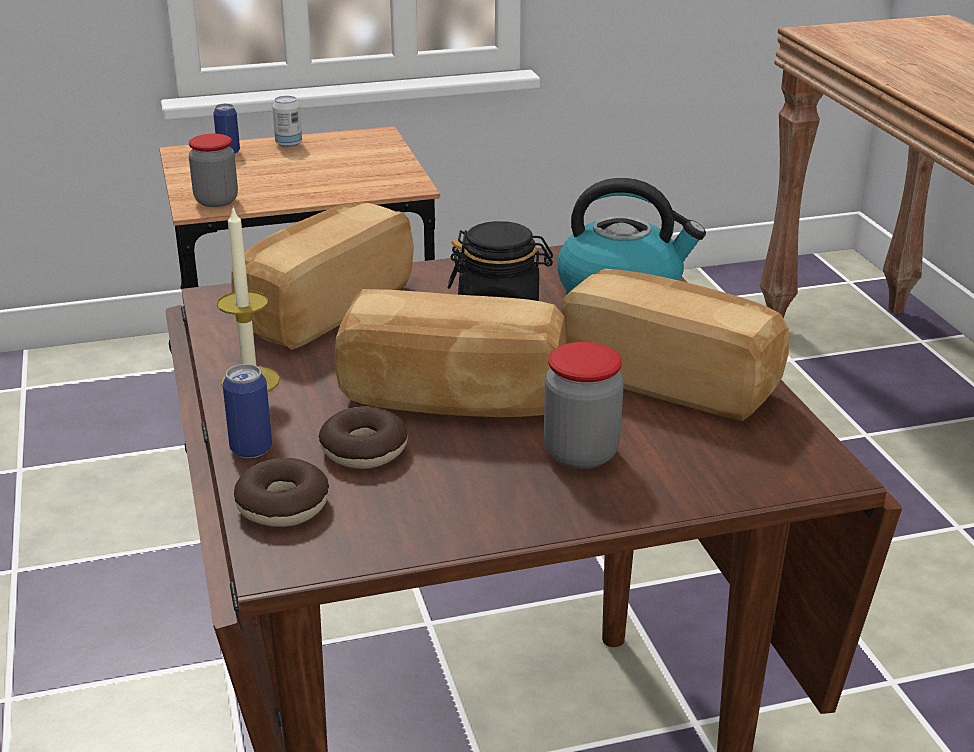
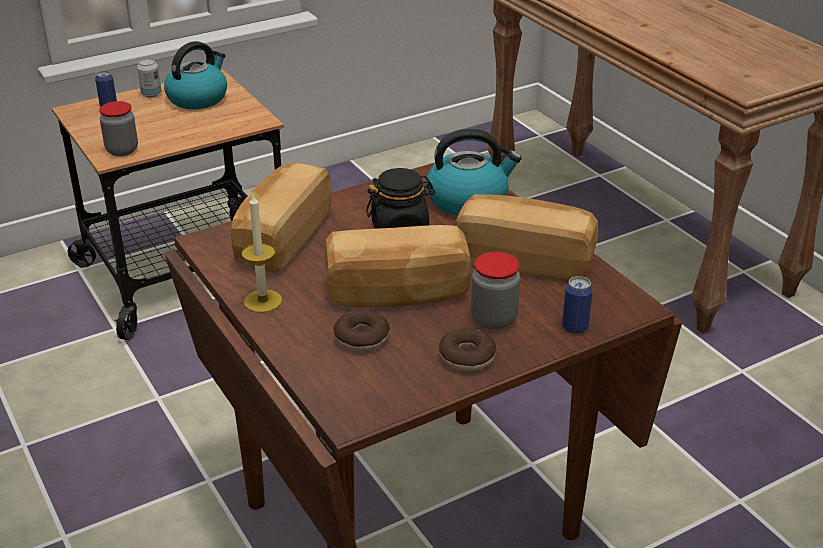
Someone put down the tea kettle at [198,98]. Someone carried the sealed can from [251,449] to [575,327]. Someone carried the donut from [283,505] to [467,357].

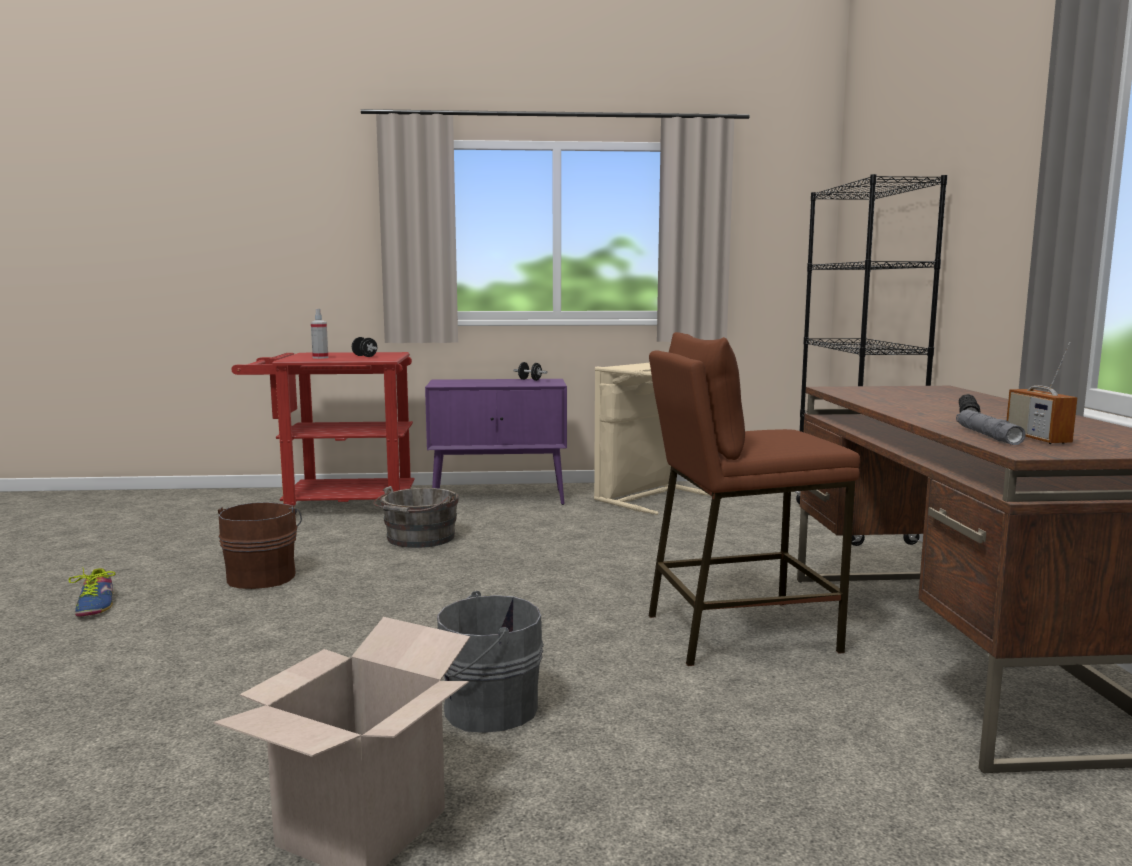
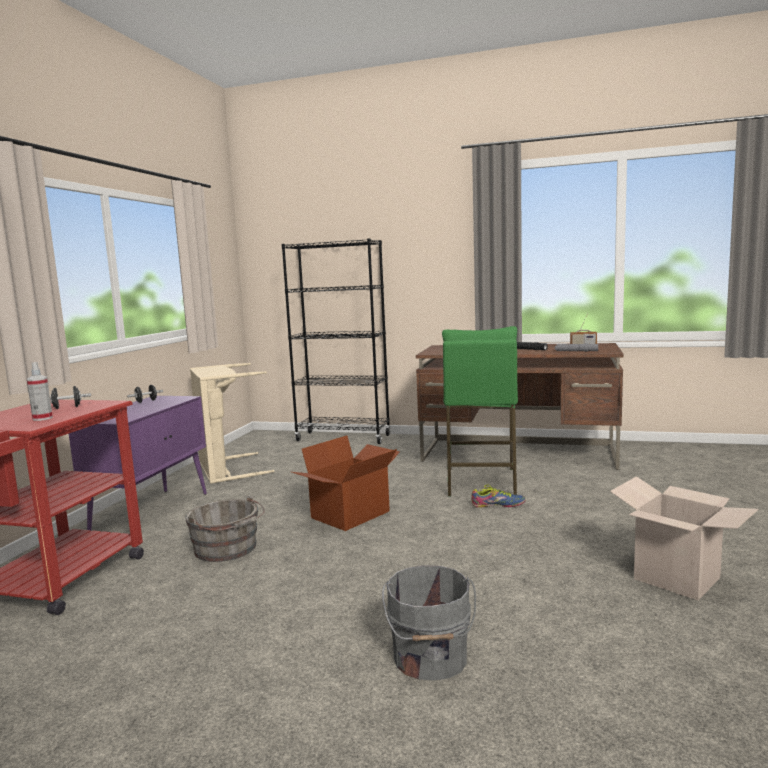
Someone took away the brown water bucket at [263,576]. Someone put down the carton at [351,515]. Someone carried the item of footwear from [96,605] to [497,504]. Someone carried the greyish water bucket from [485,708] to [430,659]. Someone repainted the brown stool seat at [739,632], which became the green stool seat at [480,482].

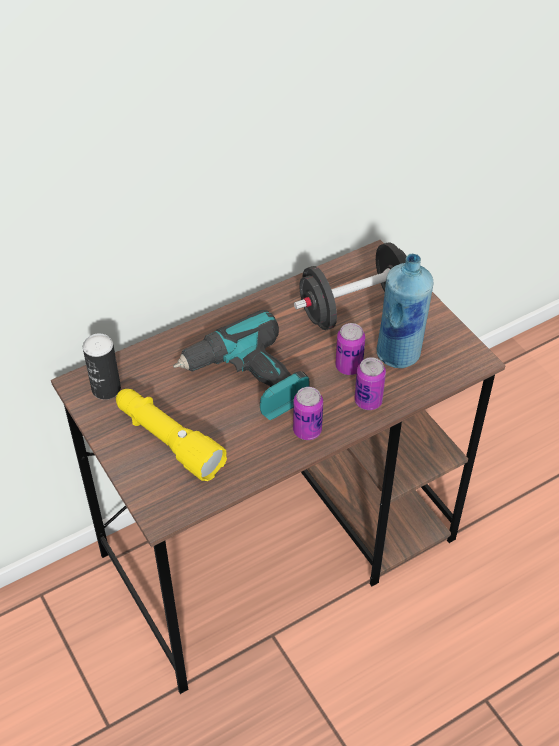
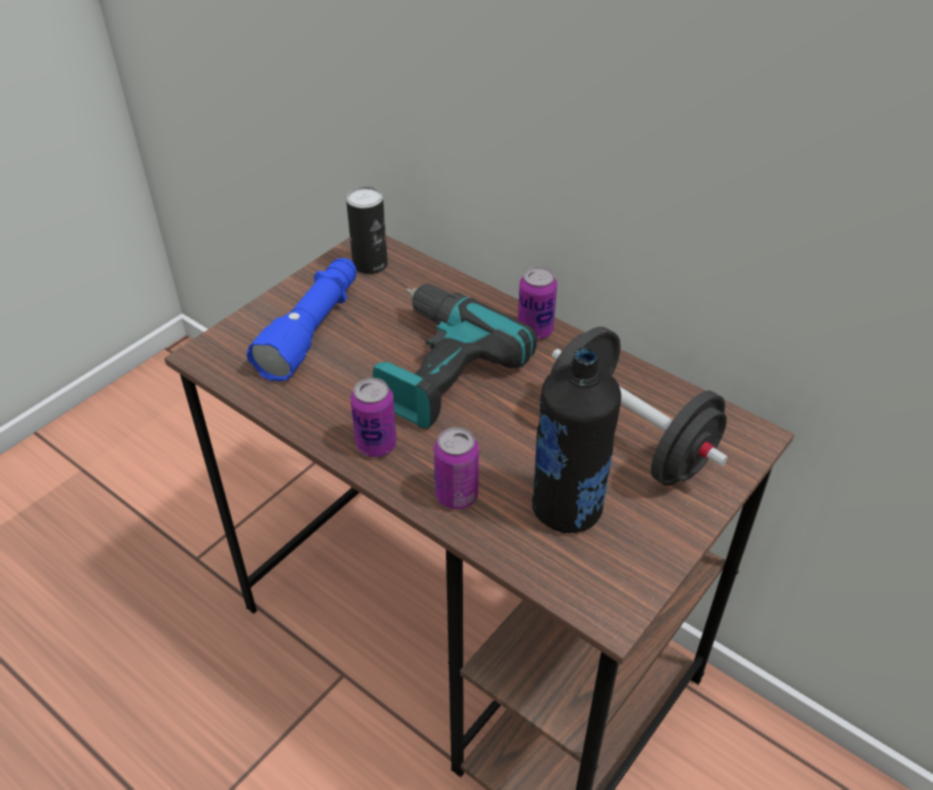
Someone carried the sealed can from [348,366] to [535,330]. Someone repainted the yellow flashlight at [168,441], which became the blue-coloured flashlight at [312,330]. Someone repainted the blue-coloured bottle at [399,354], which became the black-coloured bottle at [567,510].

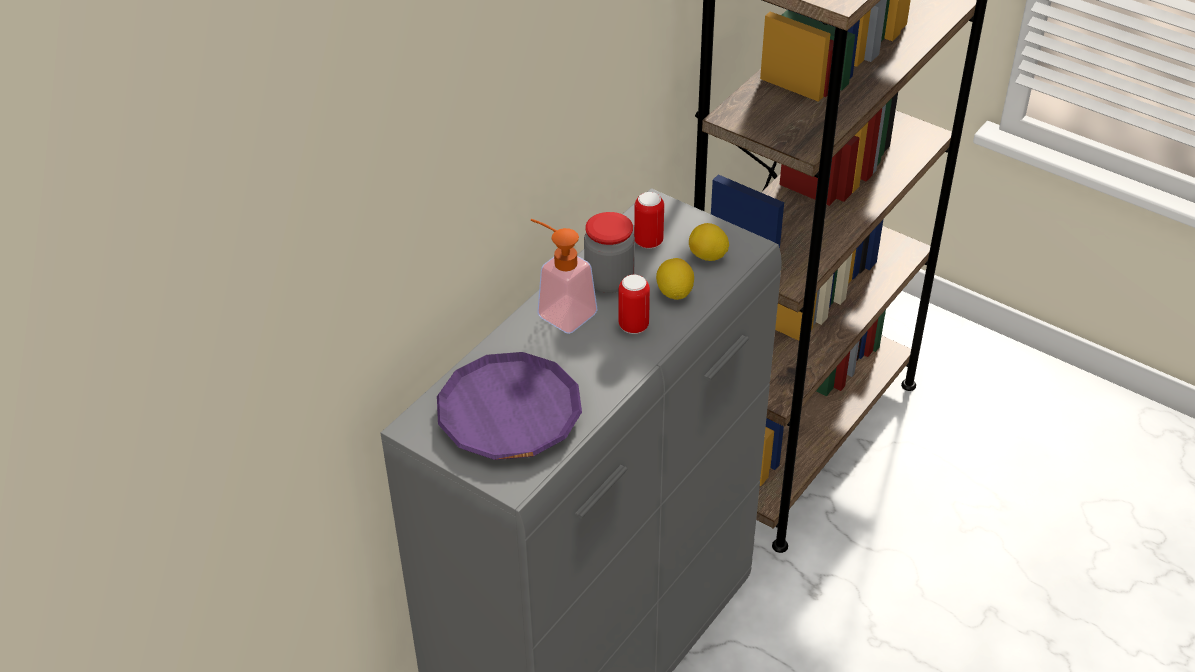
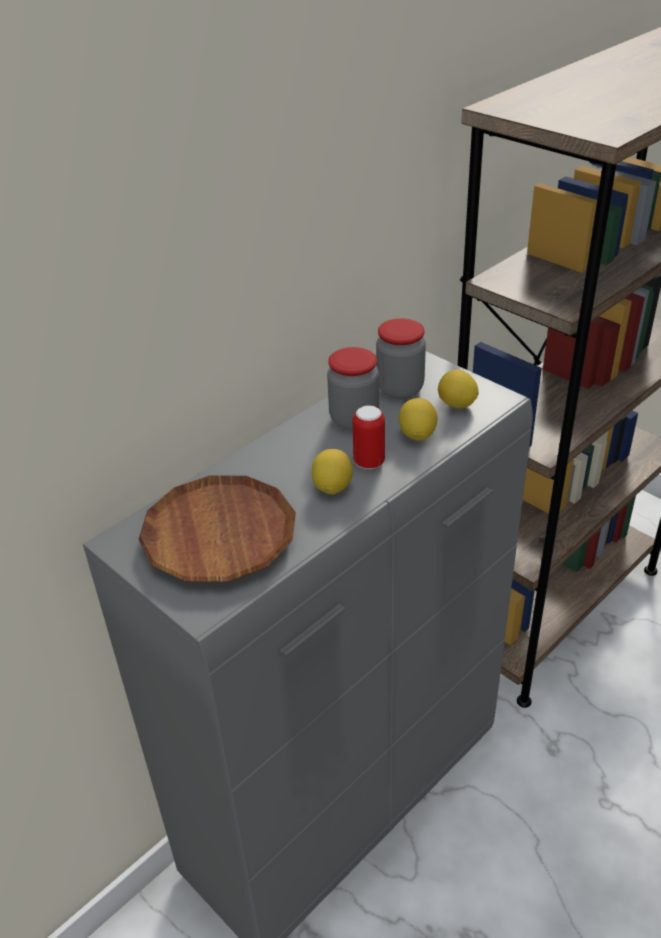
Someone took away the soap dispenser at [559,310]. Someone put down the whole lemon at [332,487]. Someone swapped the sealed can at [648,242] for the storage jar at [400,388]. Someone repainted the purple-coloured dinner plate at [509,413], which became the brown dinner plate at [219,536].

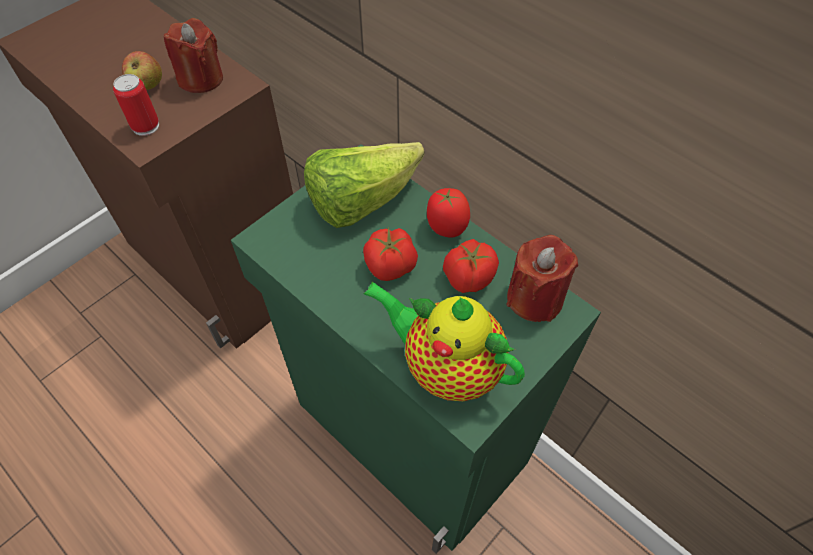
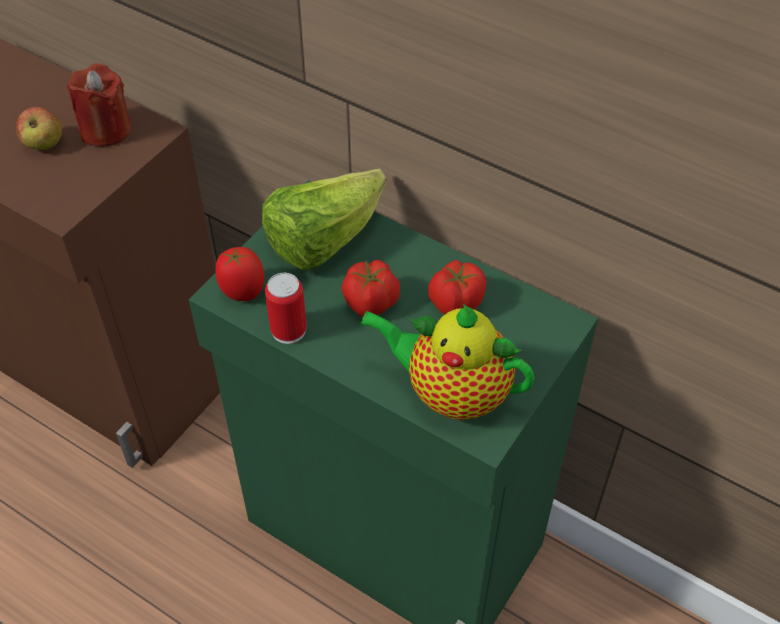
Someone took away the reddish candle at [534,298]. Someone carried the sealed can from [145,126] to [288,330]. Someone carried the fresh tomato from [446,228] to [242,291].

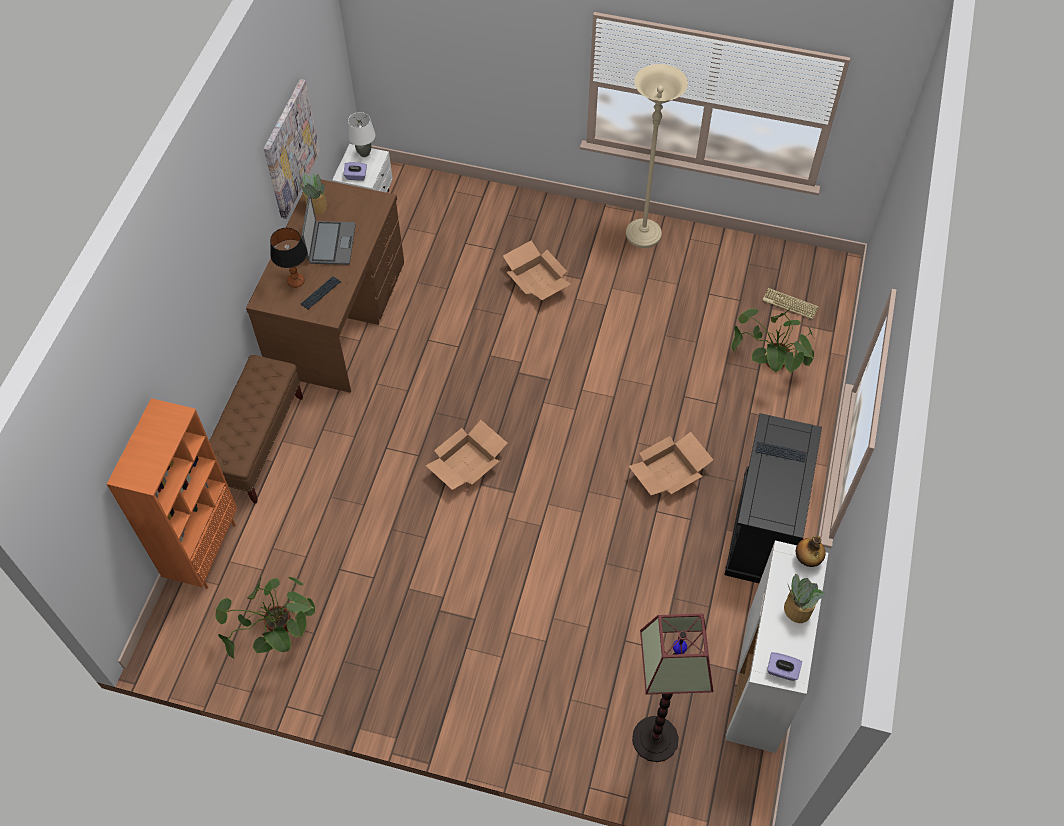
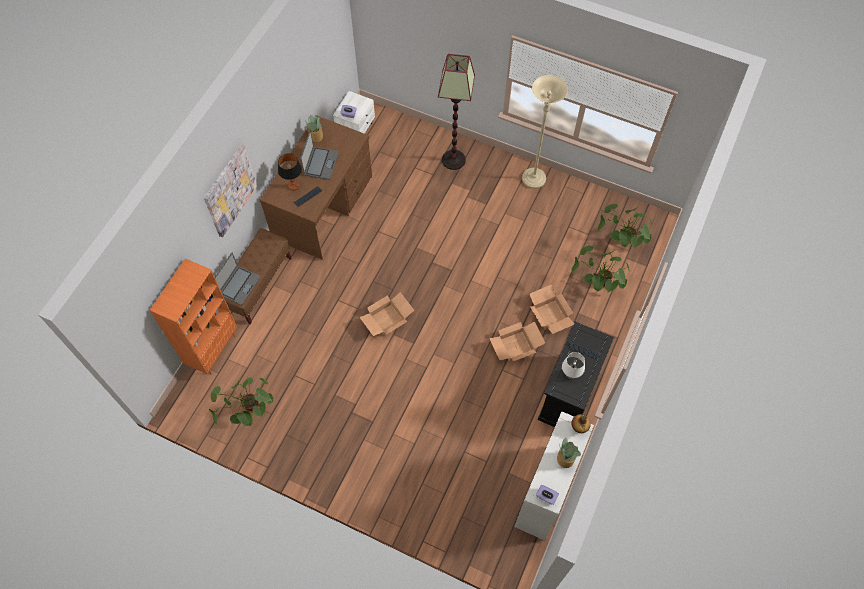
Someone put down the portable computer at [239,285]. Someone carried the picture from [290,149] to [229,190]. Someone carried the white-coloured lamp for a table from [364,153] to [570,375]. Someone carried the carton from [537,282] to [550,315]. Someone carried the standing lamp from [655,739] to [453,160]. Someone swapped the computer keyboard at [789,304] for the plant in a pot at [621,242].

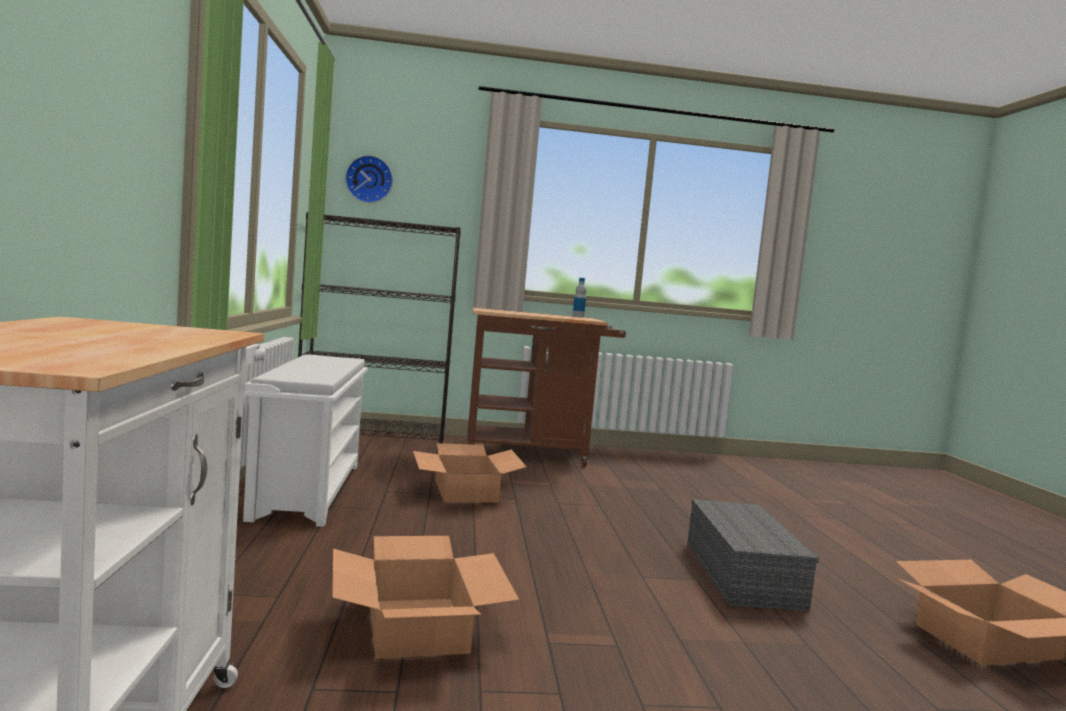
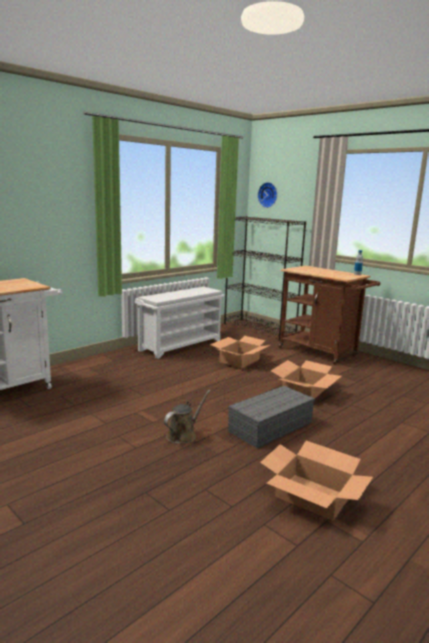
Someone put down the brown watering can at [183,435]. Someone carried the carton from [417,626] to [304,391].

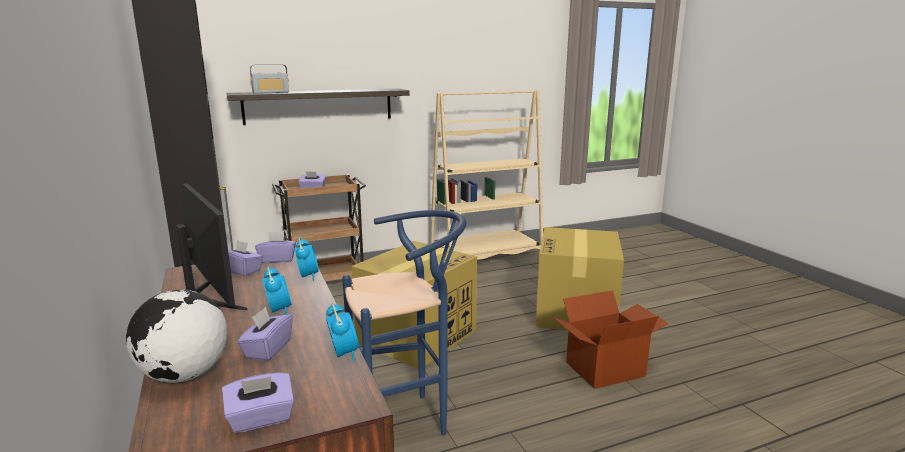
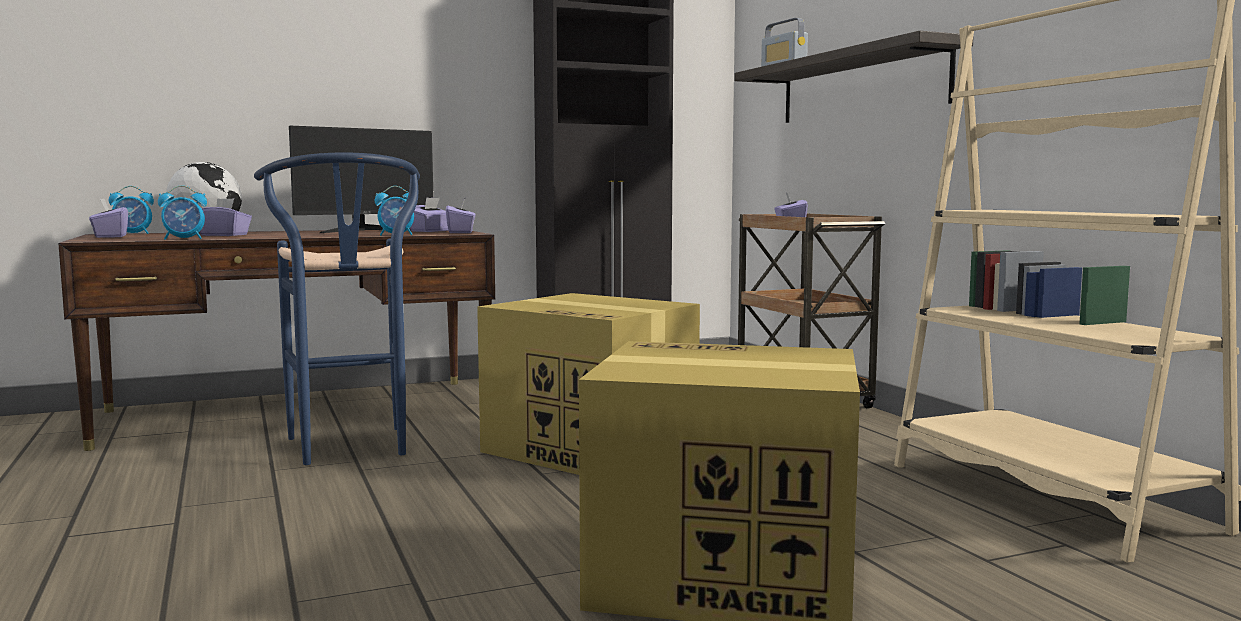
Someone took away the carton at [604,368]. Someone carried the table clock from [279,310] to [133,234].

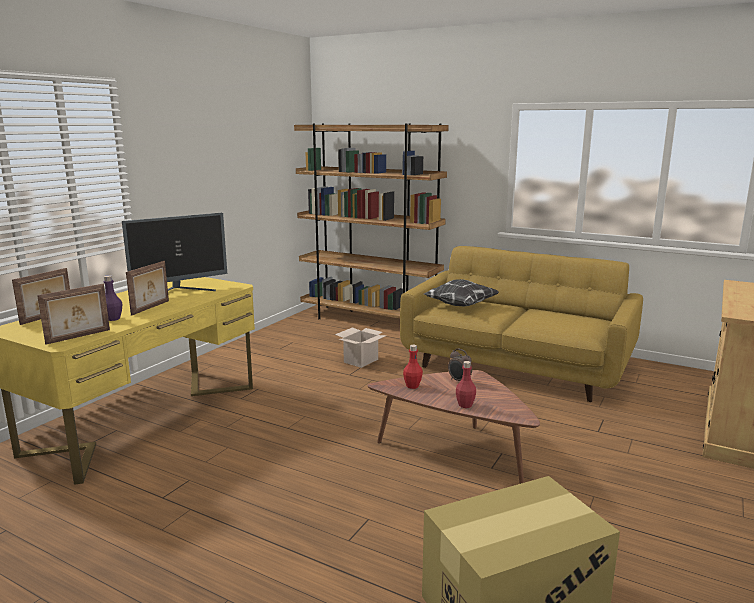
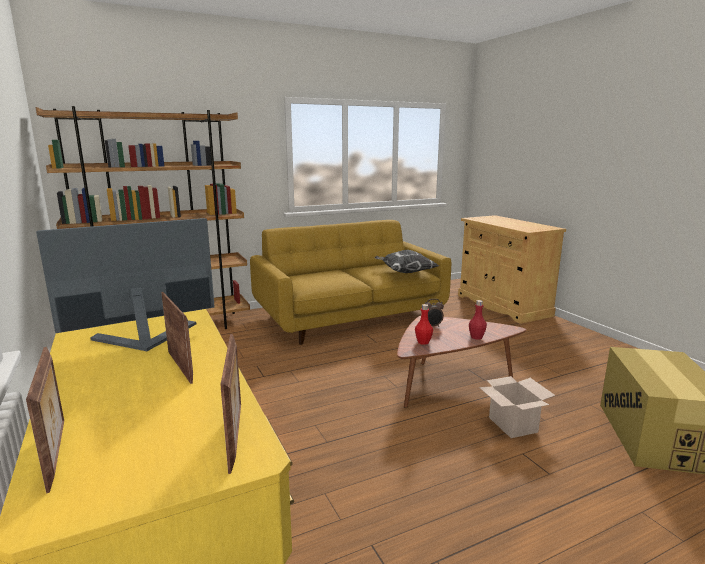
Someone took away the purple-coloured bottle at [113,319]. Someone carried the carton from [361,360] to [511,424]. Someone carried the throw pillow from [460,305] to [405,272]. Someone rotated the computer display at [180,292] by 120 degrees counterclockwise.

